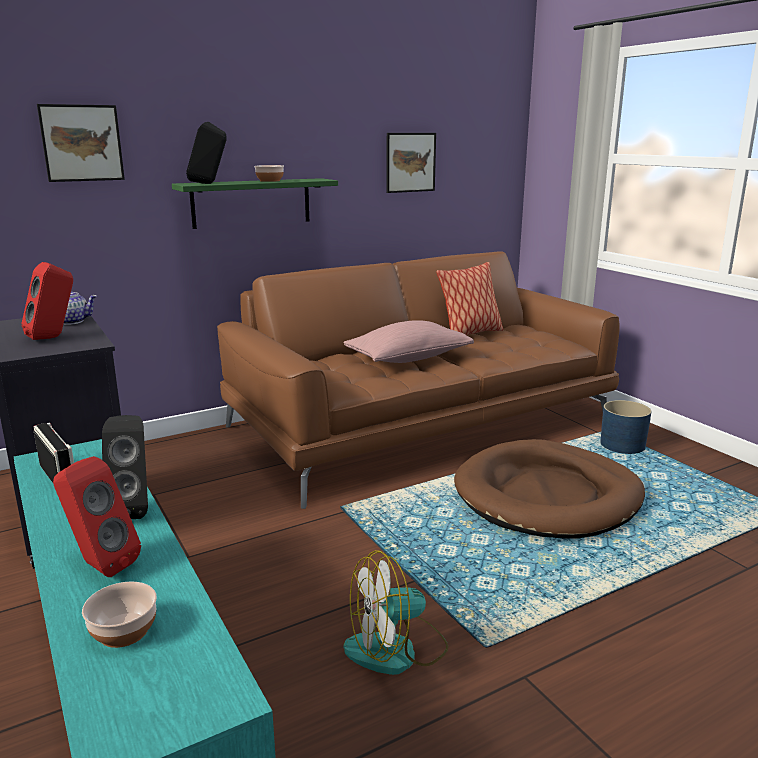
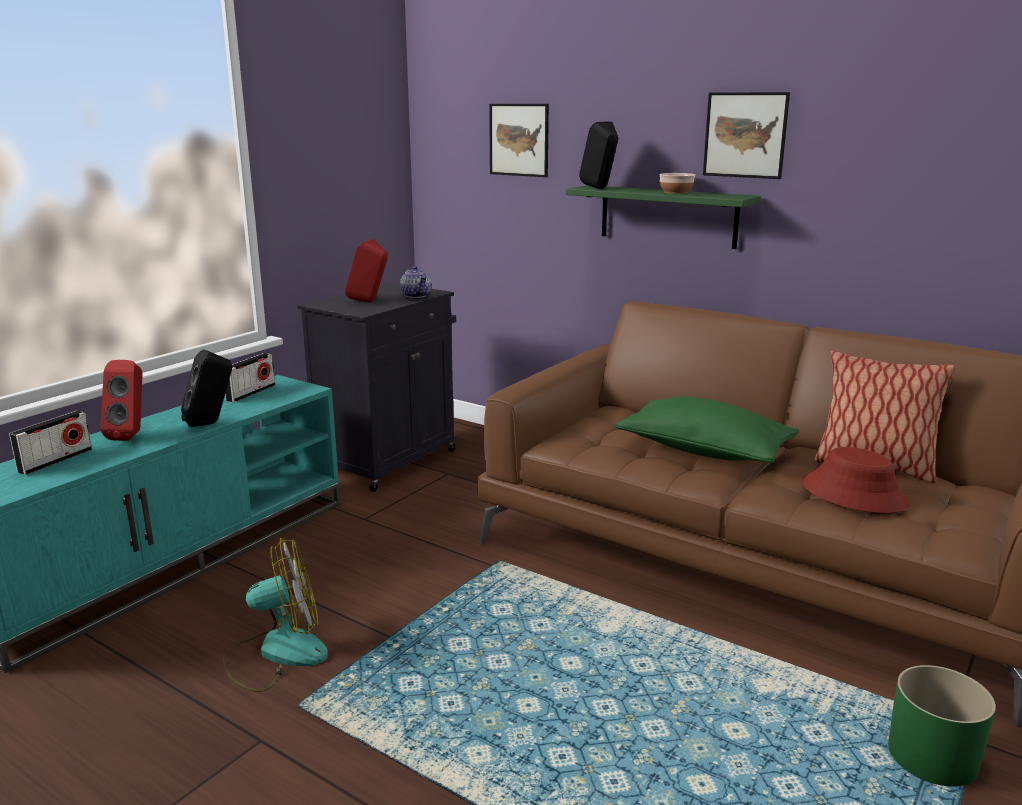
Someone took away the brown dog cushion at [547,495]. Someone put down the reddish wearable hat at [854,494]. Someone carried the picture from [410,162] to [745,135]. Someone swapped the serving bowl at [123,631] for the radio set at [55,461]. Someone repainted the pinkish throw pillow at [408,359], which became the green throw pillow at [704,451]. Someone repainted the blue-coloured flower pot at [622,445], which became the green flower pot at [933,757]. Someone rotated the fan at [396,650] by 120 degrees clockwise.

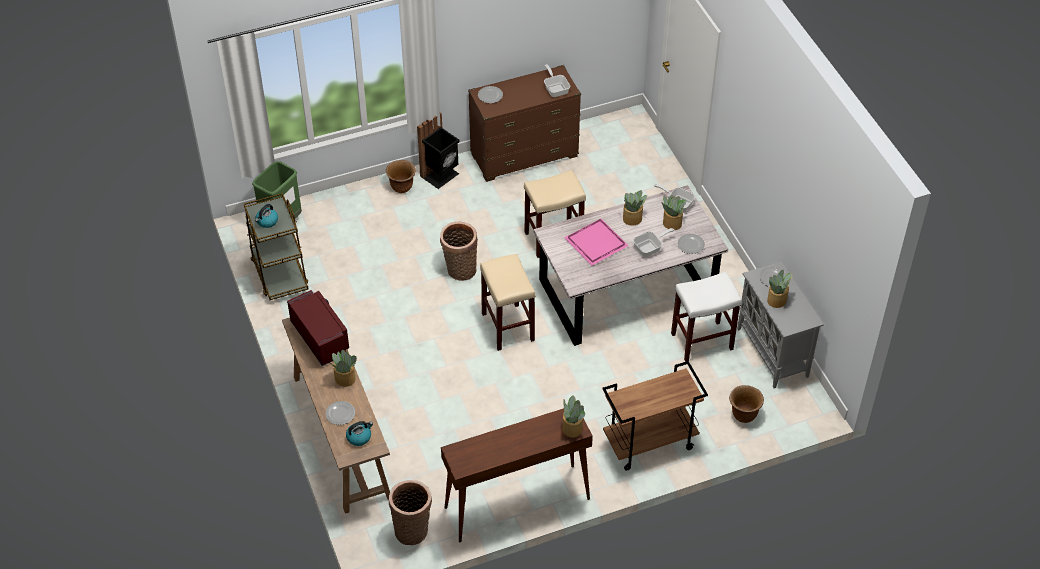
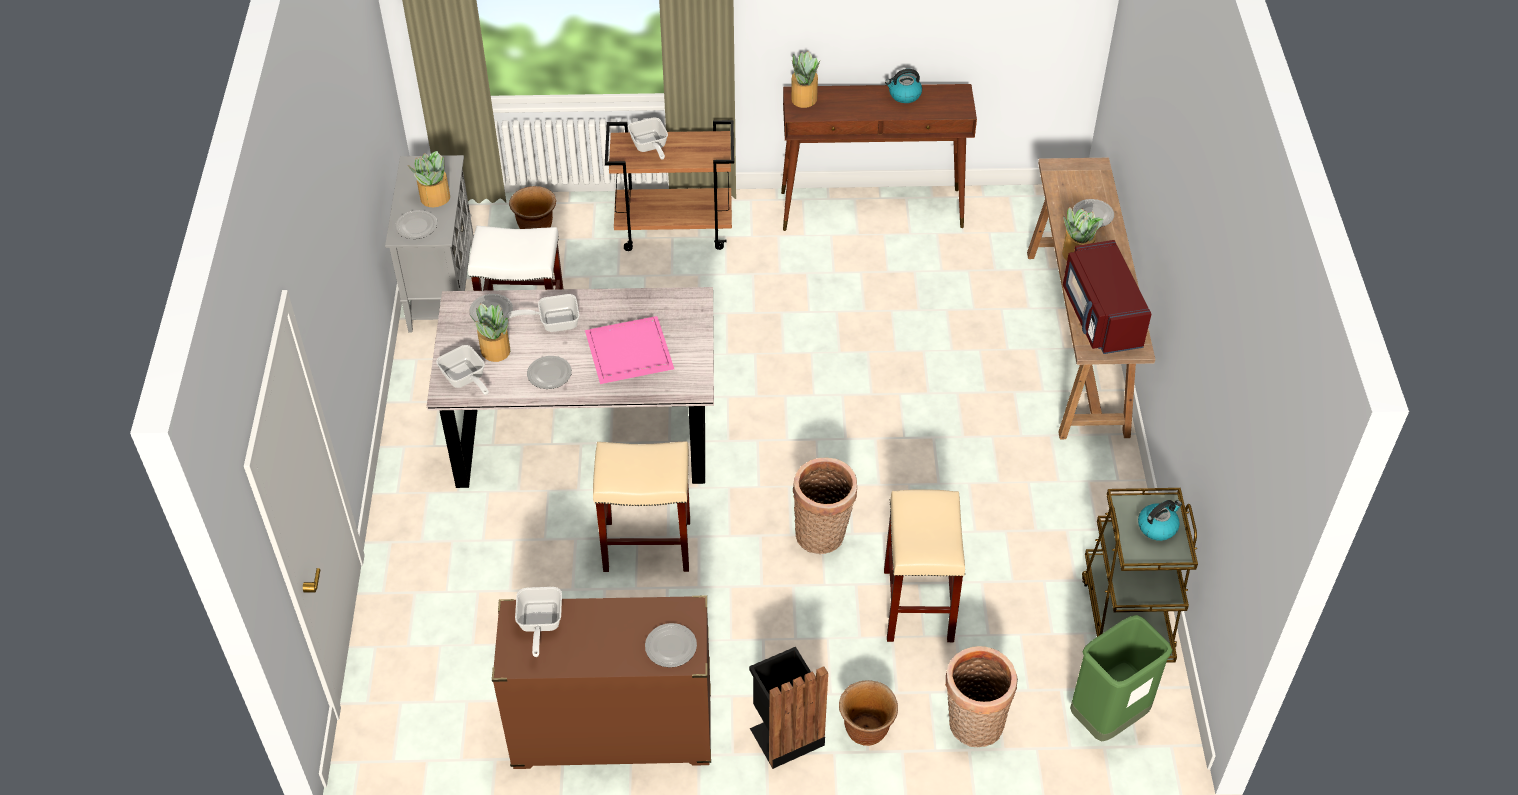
Someone put down the skillet at [649,147]. Someone carried the tea kettle from [359,437] to [904,95]. Someone carried the basket from [412,529] to [973,726]. Someone carried the beige-coloured stool seat from [507,326] to [919,606]. Someone swapped the plant in a pot at [633,219] for the dinner plate at [550,373].

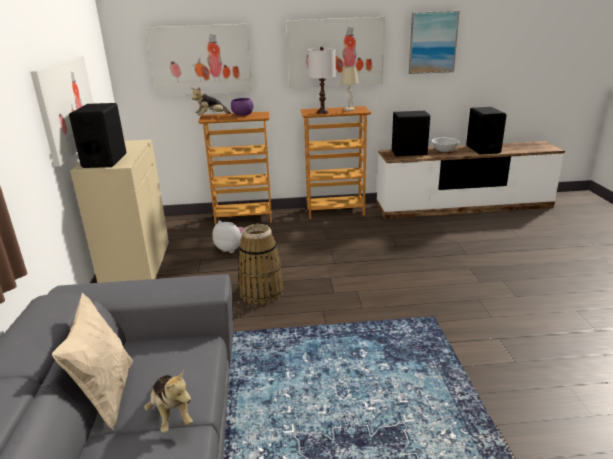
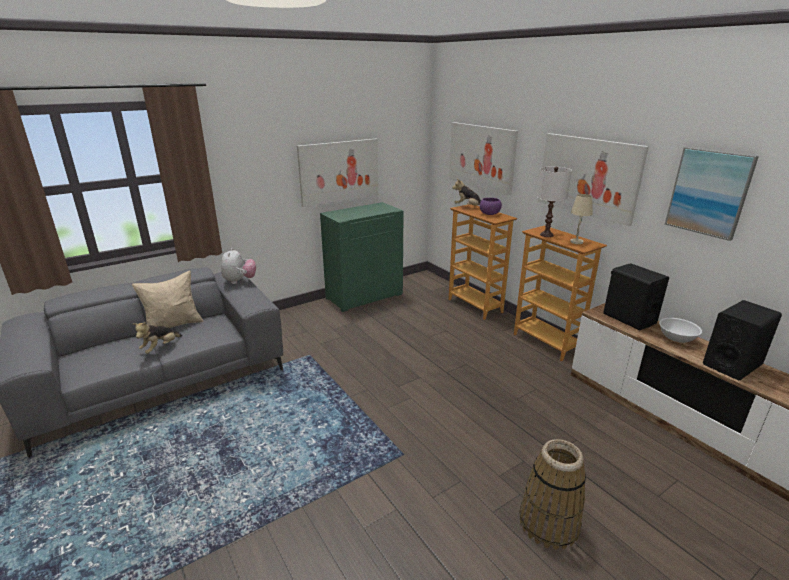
Someone took away the black-coloured audio speaker at [104,161]. Someone carried the soft toy from [231,249] to [239,281]. Someone carried the basket from [262,292] to [549,523]. Someone repainted the beige-coloured storage cabinet at [136,266], which became the green storage cabinet at [364,296].

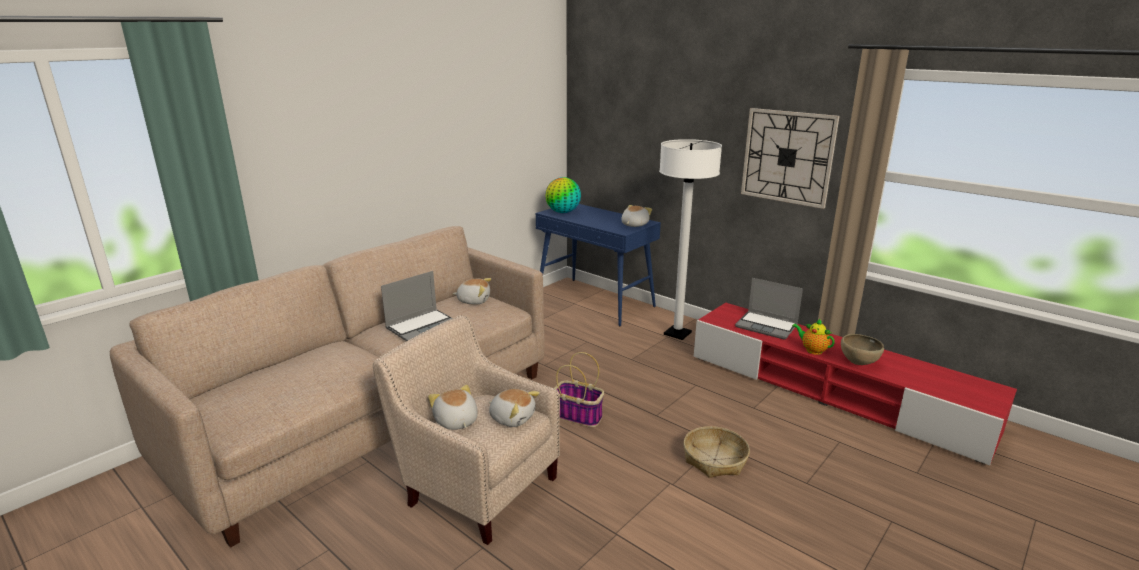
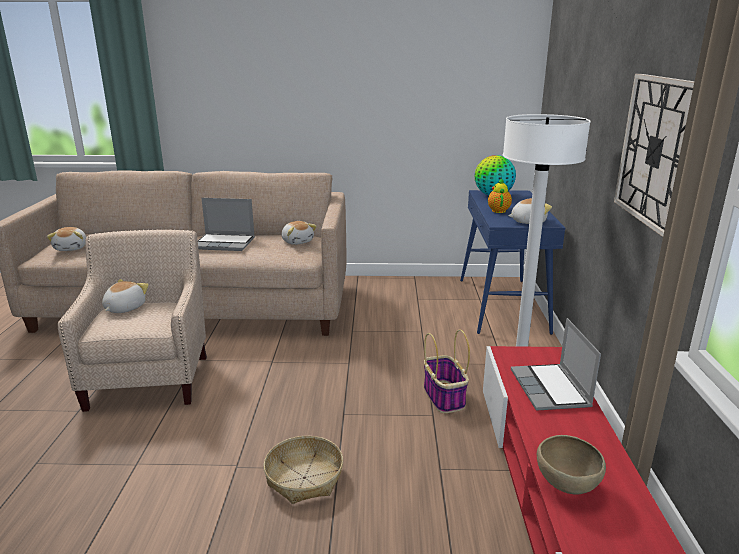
Someone carried the soft toy from [512,417] to [72,248]. Someone carried the basket from [579,416] to [444,397]. Someone carried the tea pot from [812,350] to [498,210].

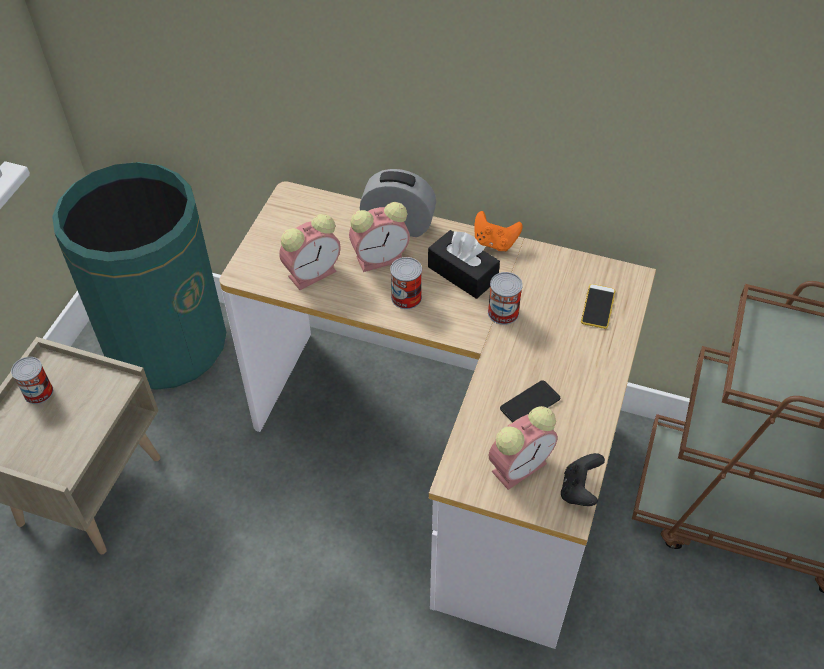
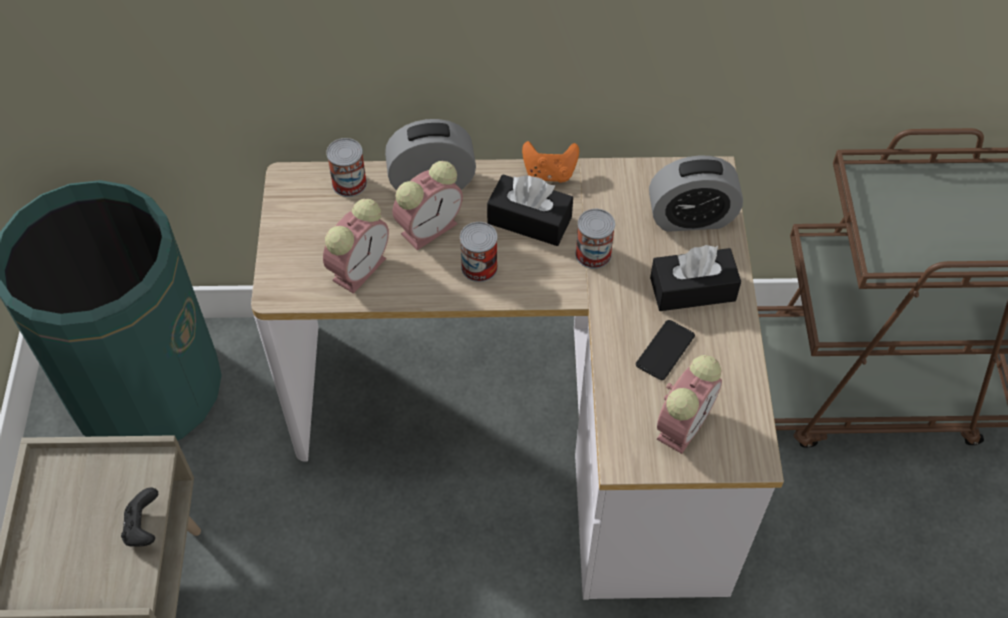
Someone put down the black-coloured tissue box at [692,289]. Someone carried the sealed can from [38,392] to [349,183]. Someone carried the black-coloured gamepad from [579,490] to [144,527]. Someone swapped the telephone at [598,307] for the table clock at [691,217].

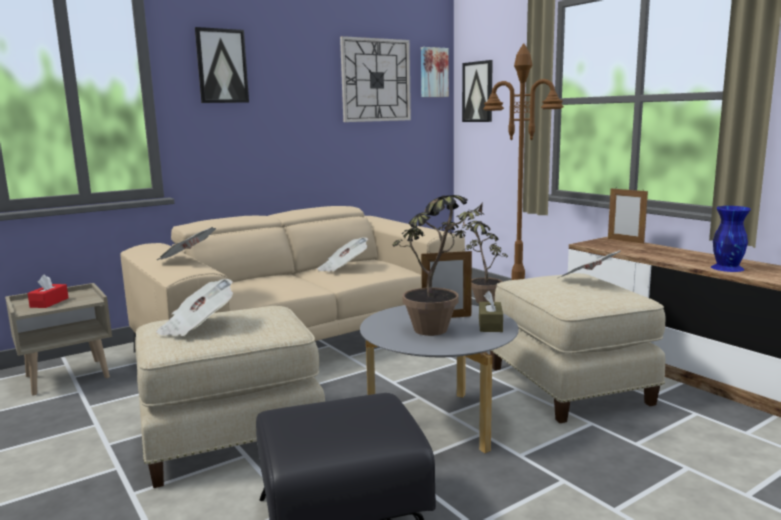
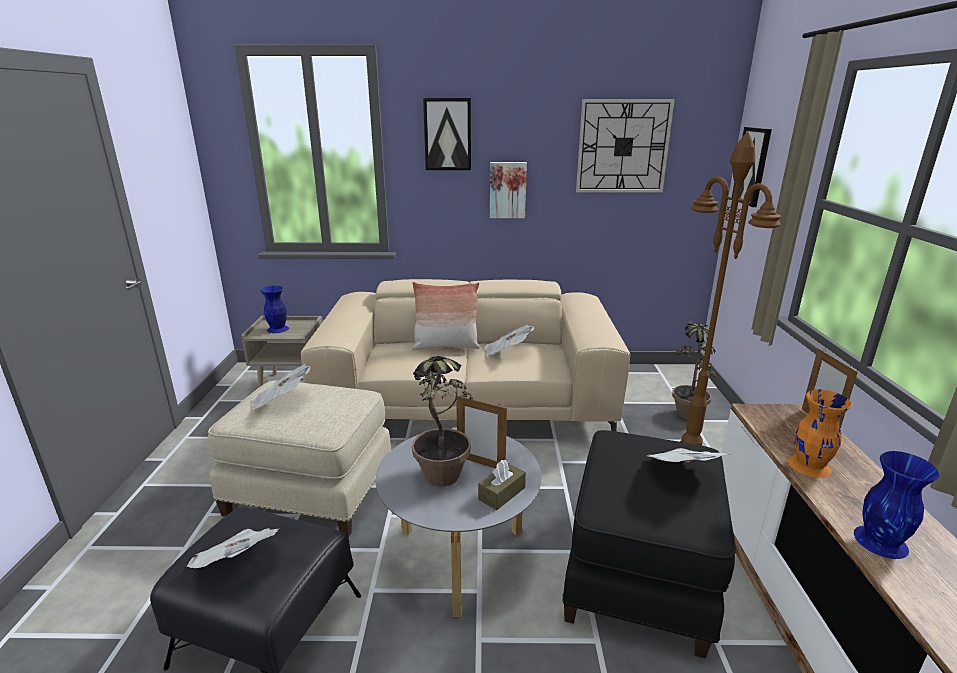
Someone put down the throw pillow at [446,346]. Someone put down the orange-coloured flower vase at [810,466]. Someone carried the printed paper from [188,260] to [238,562]. Someone carried the picture from [433,72] to [507,190]. Someone swapped the reddish tissue box at [49,302] for the blue-coloured flower vase at [277,329]. Someone repainted the beige-coloured ottoman at [570,384], which became the black-coloured ottoman at [640,573].

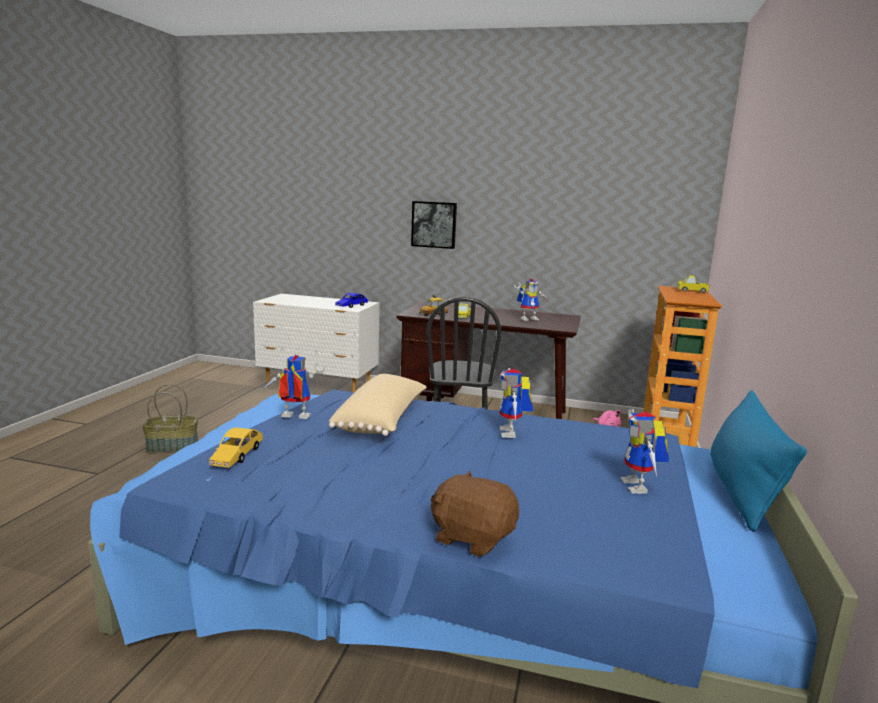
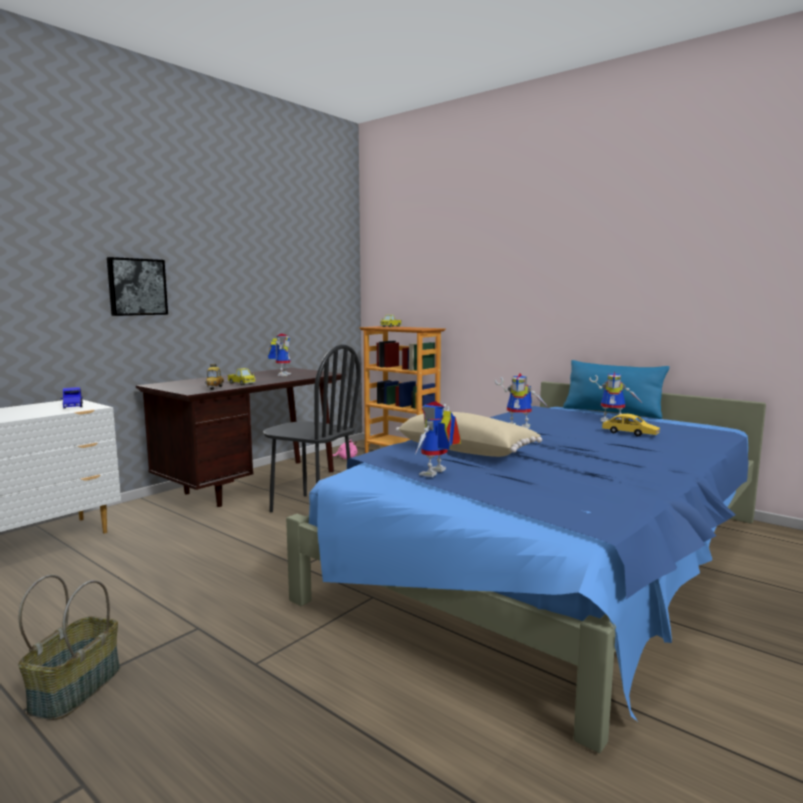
Someone took away the brown soft toy at [472,537]. Someone carried the yellow toy car from [237,456] to [630,433].

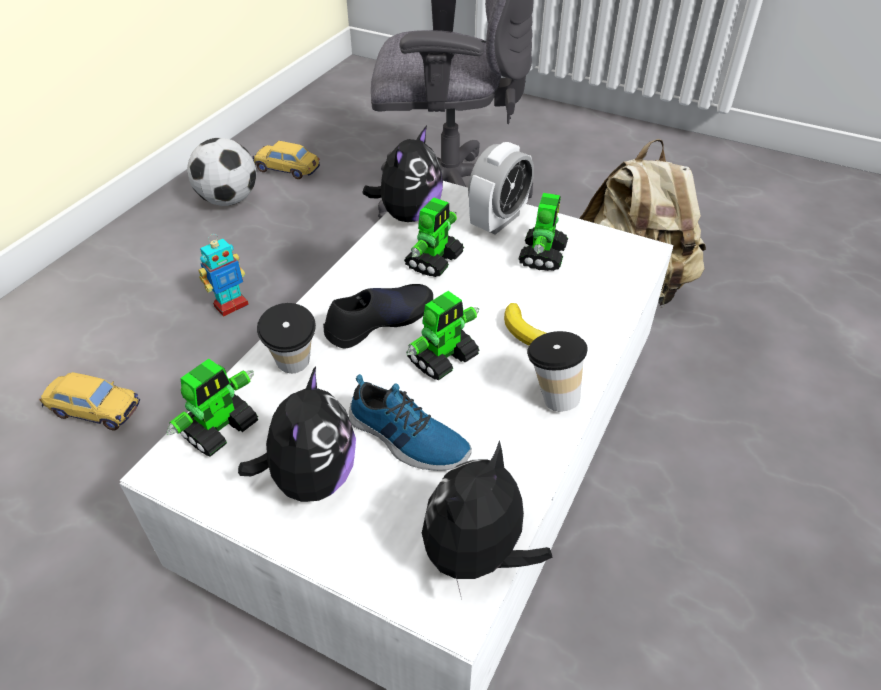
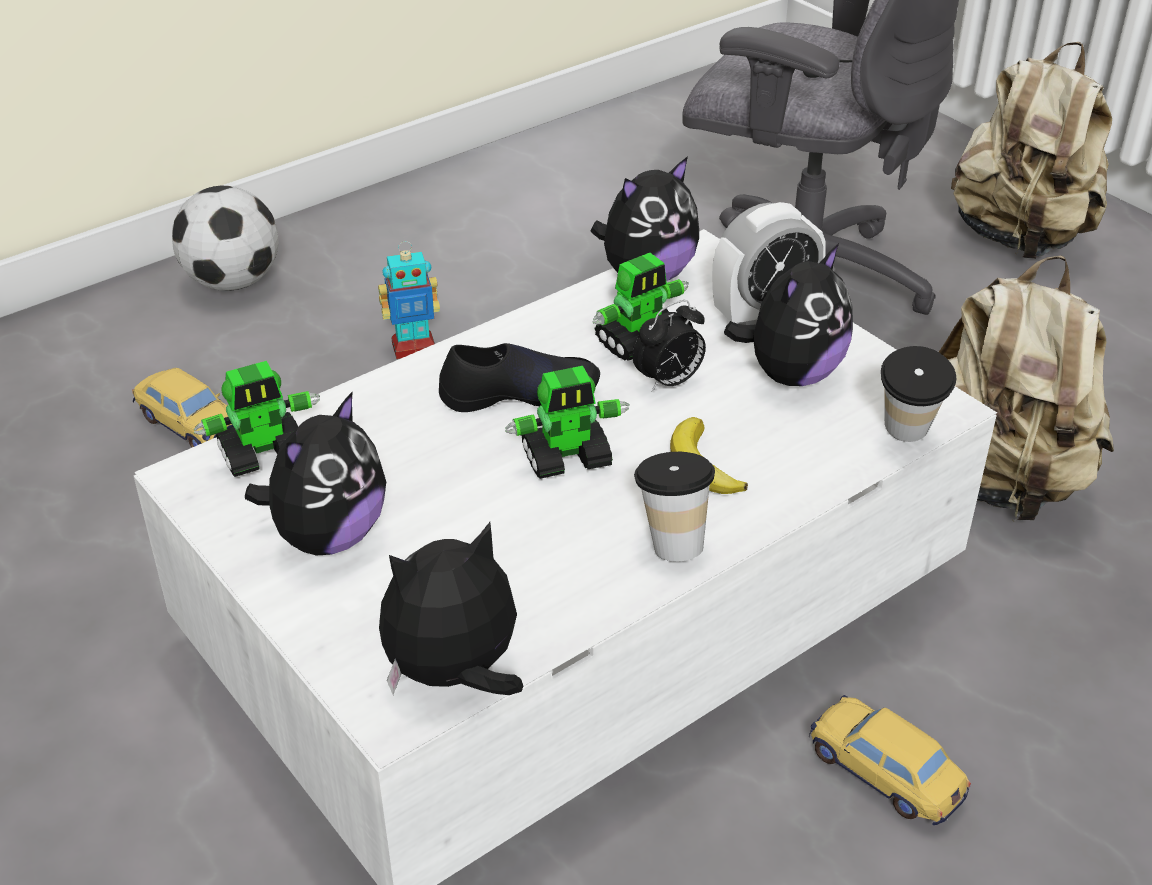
Someone took away the item of footwear at [406,439]. Someone put down the table clock at [668,382]. Someone put down the beige-coloured backpack at [1019,237]. Someone carried the ball for football from [229,200] to [233,282]. Someone carried the toy car from [287,170] to [884,774]. Someone carried the small cup from [295,370] to [906,438]. Someone swapped the robot figure at [542,255] for the soft toy at [791,374].

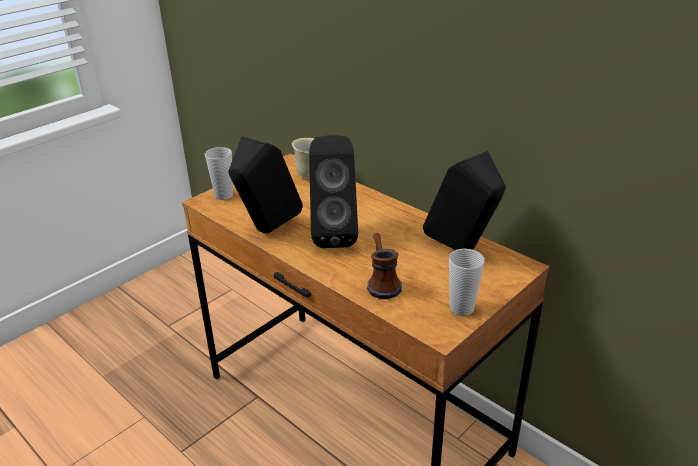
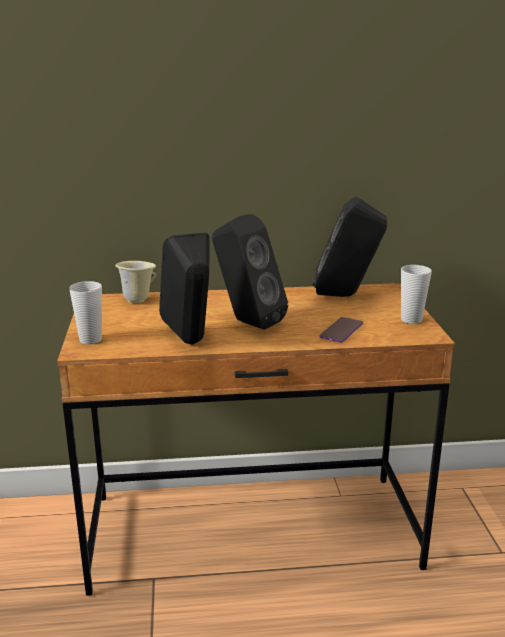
Someone swapped the tea mug at [382,283] for the telephone at [341,330].

